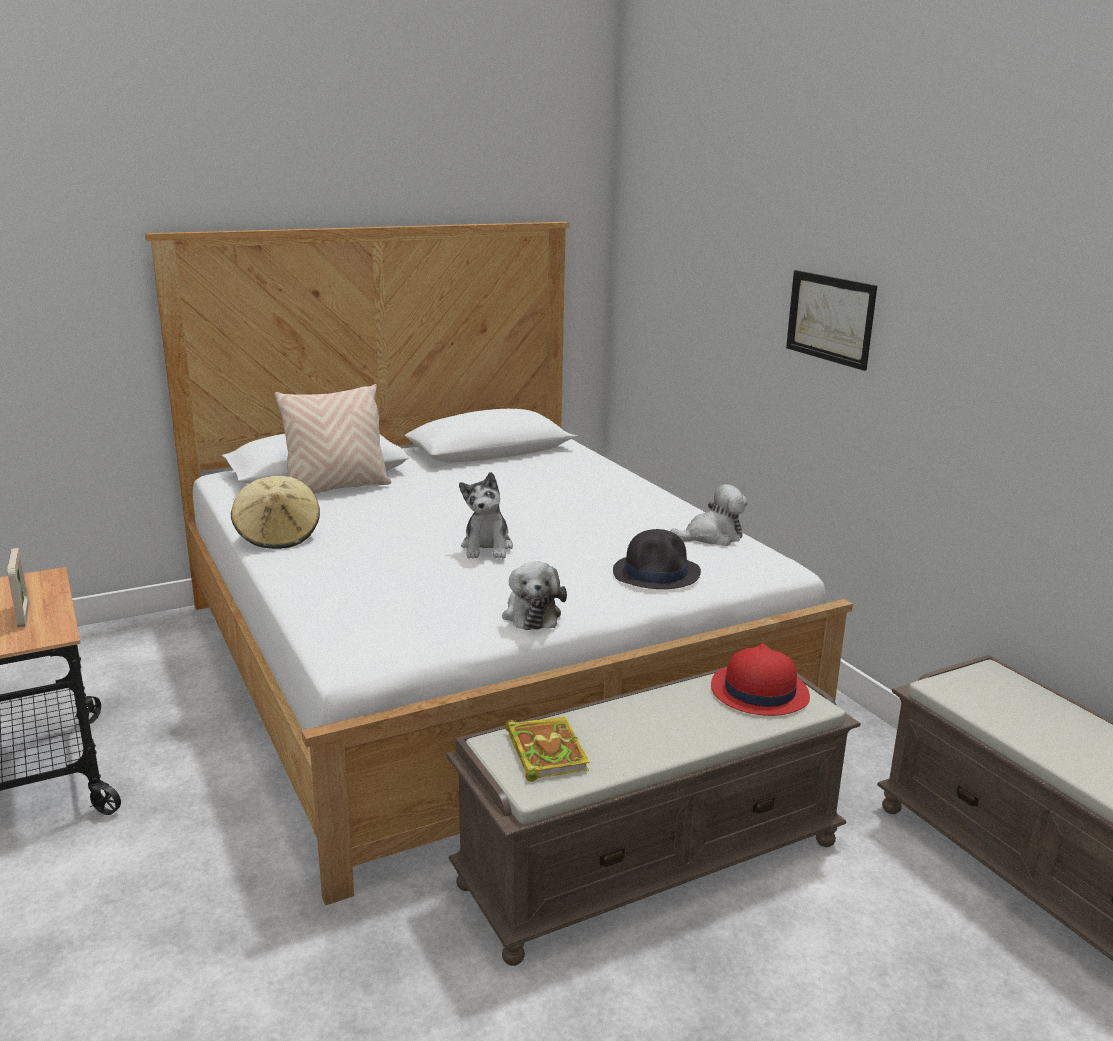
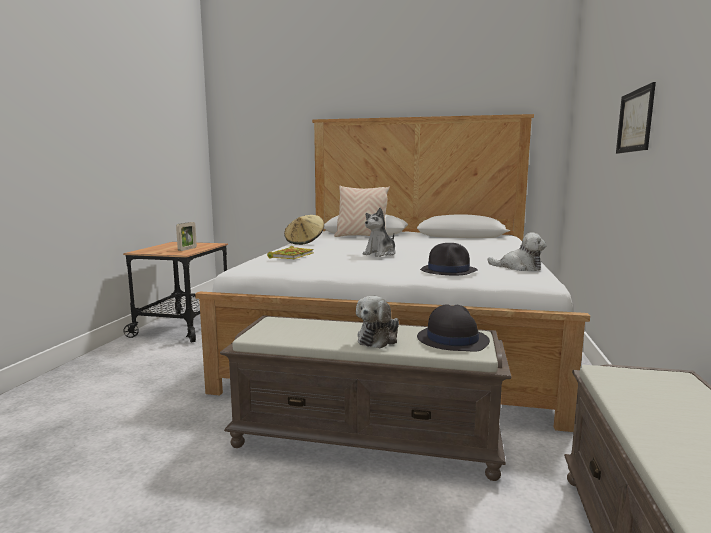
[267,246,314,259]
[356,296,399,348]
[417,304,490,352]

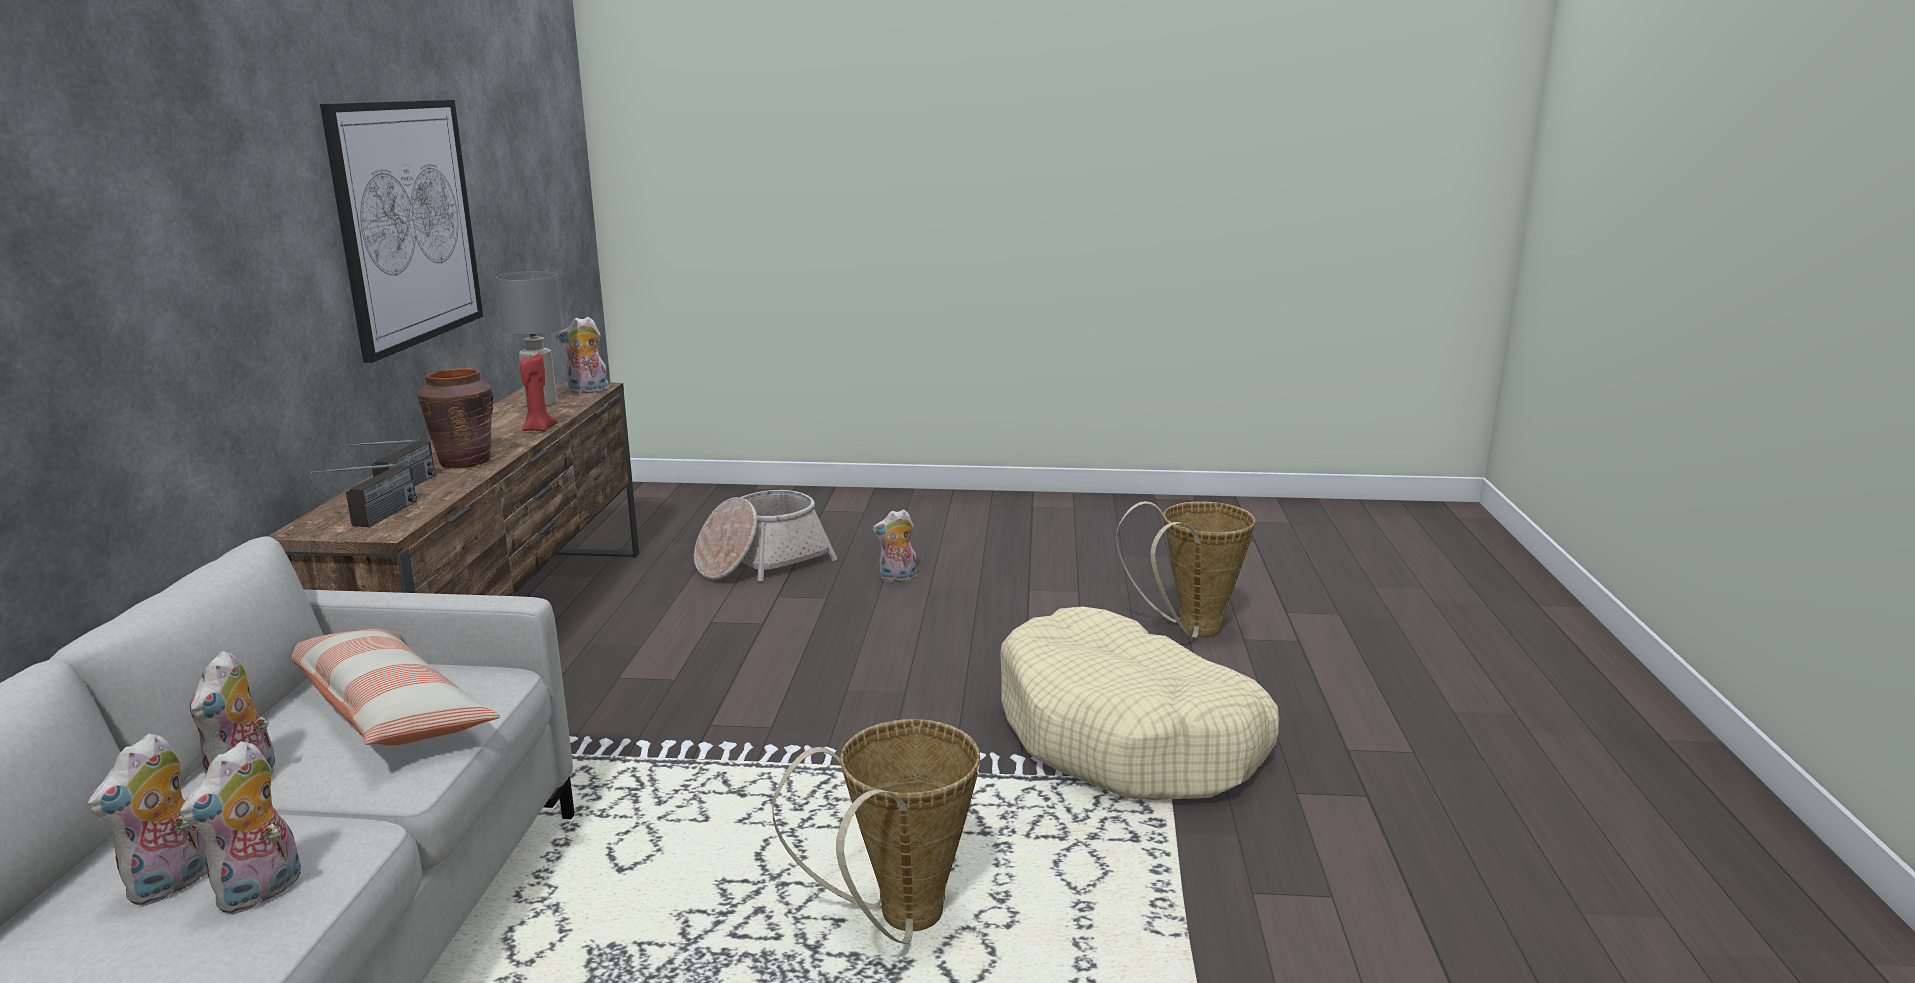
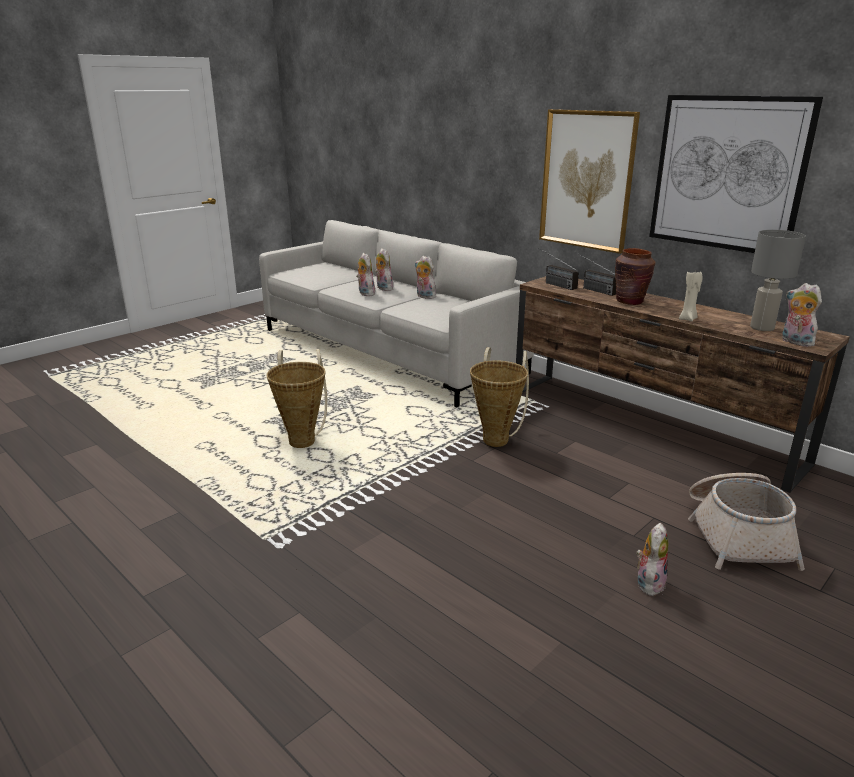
[470,347,529,447]
[539,109,640,254]
[679,270,702,322]
[782,283,822,347]
[292,628,500,746] (first image)
[1000,607,1279,800] (first image)

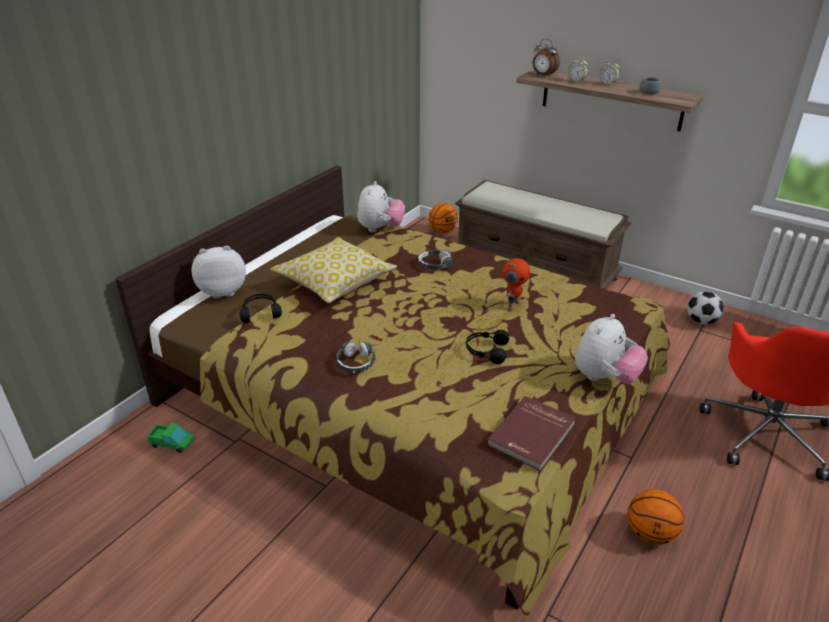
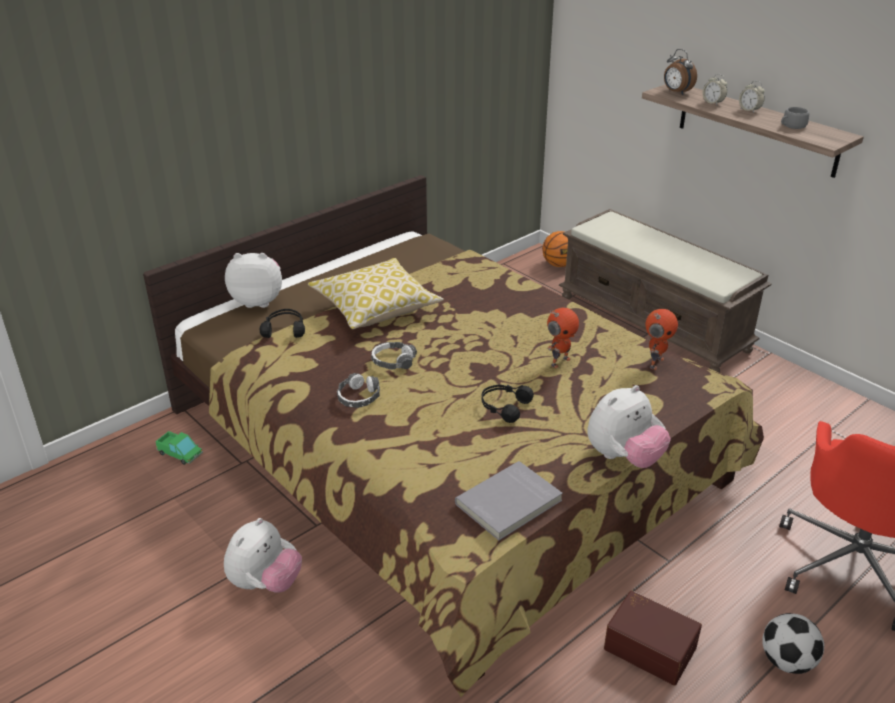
[224,518,302,593]
[371,342,417,370]
[455,461,563,540]
[604,591,702,686]
[645,309,678,370]
[762,613,824,674]

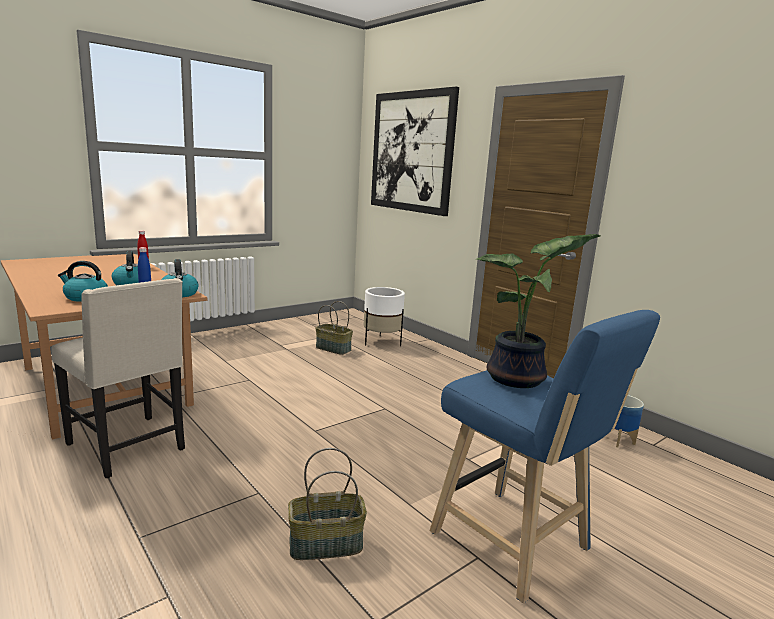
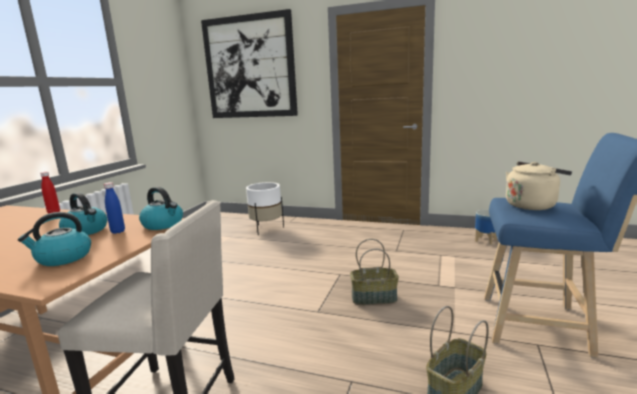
[350,239,399,305]
[506,162,572,210]

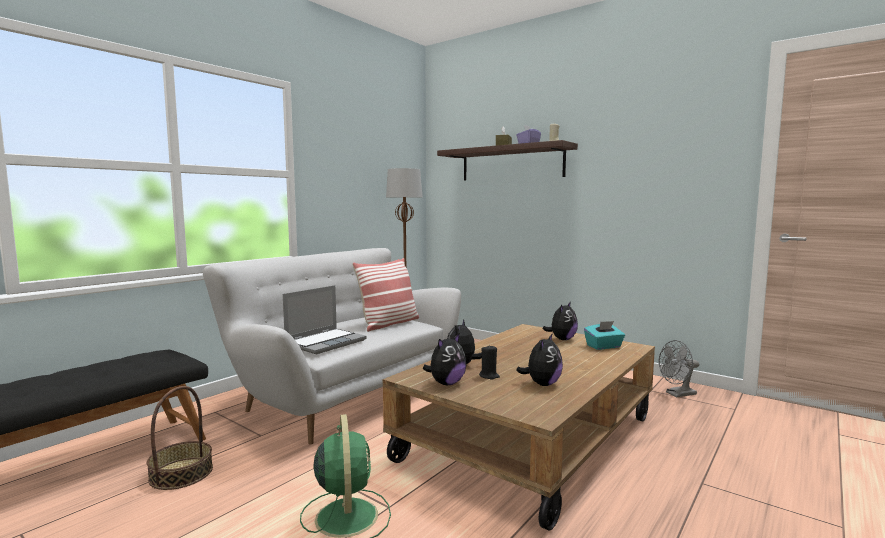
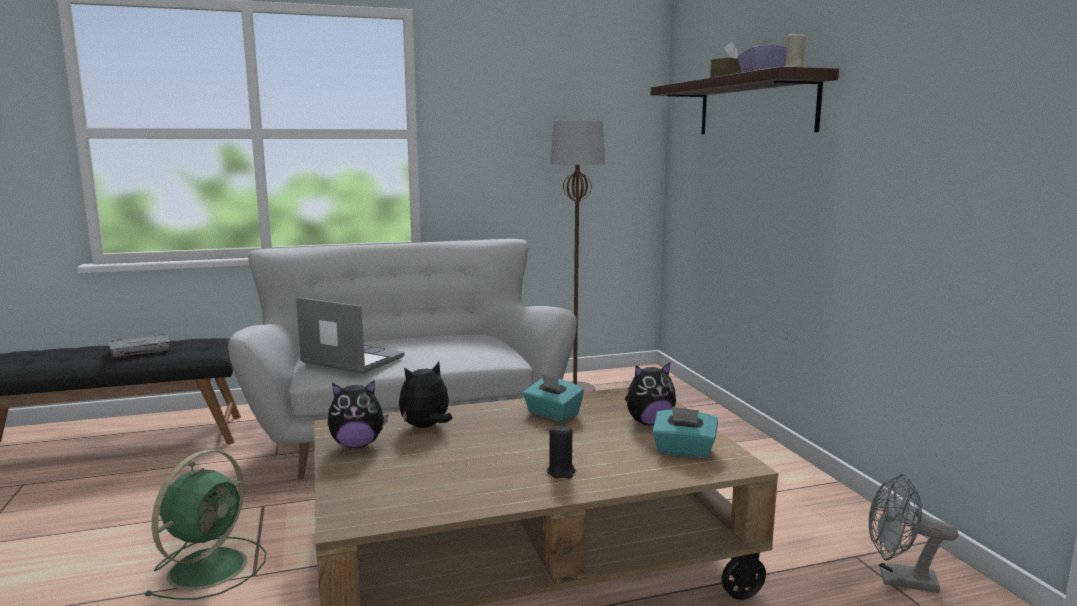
[109,334,171,358]
[296,297,405,374]
[523,373,584,422]
[547,424,576,479]
[147,386,213,490] (first image)
[352,258,419,332] (first image)
[516,333,563,386] (first image)

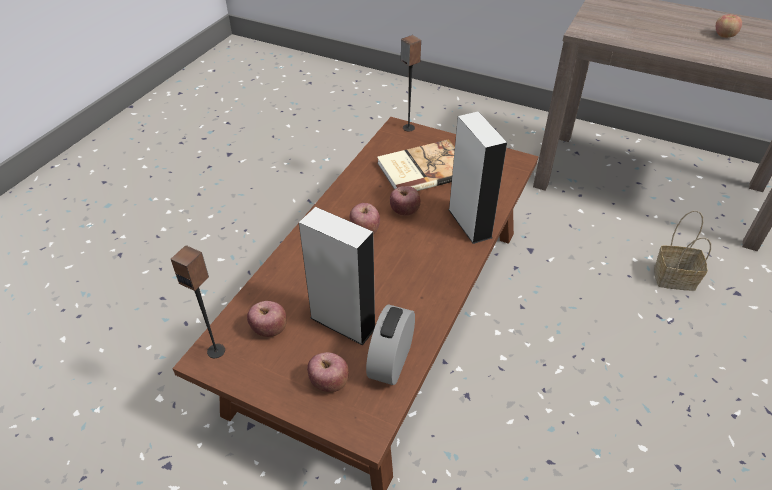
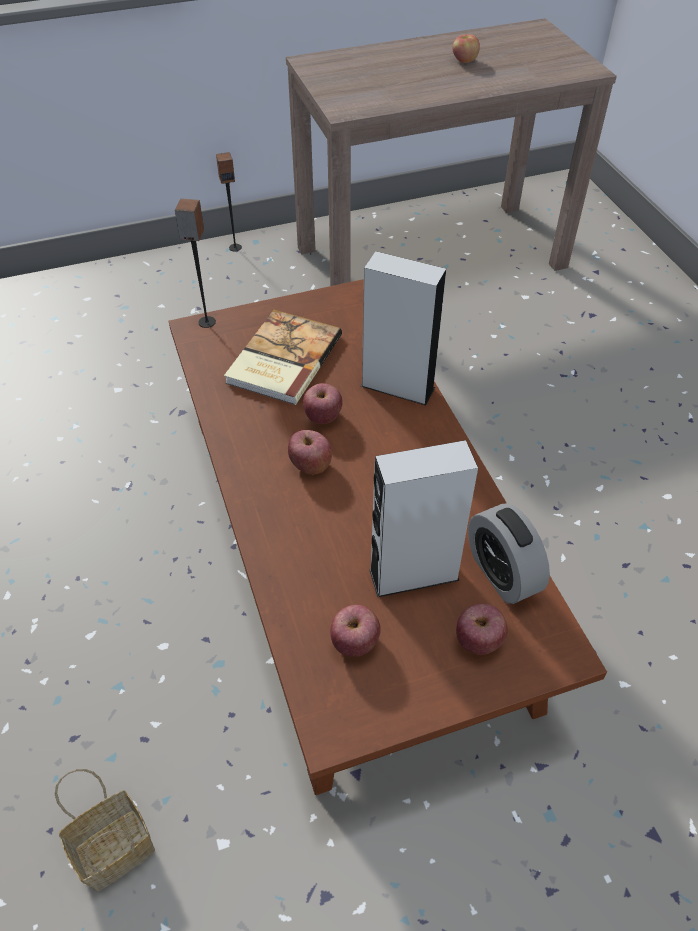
[55,769,155,892]
[216,152,242,251]

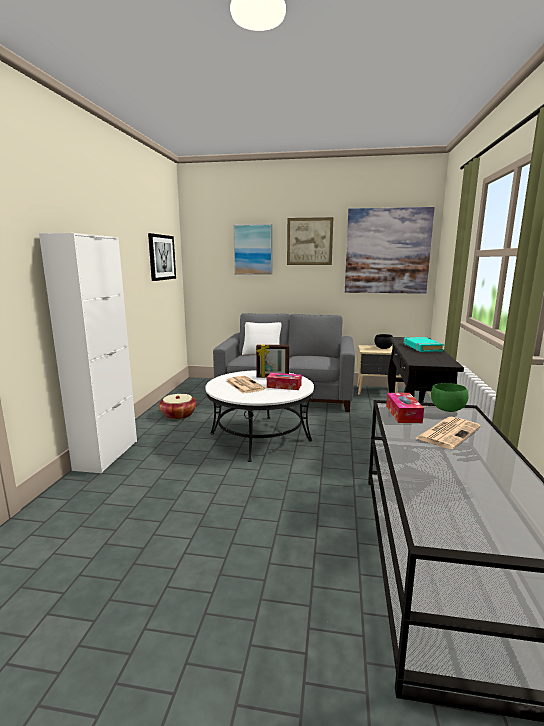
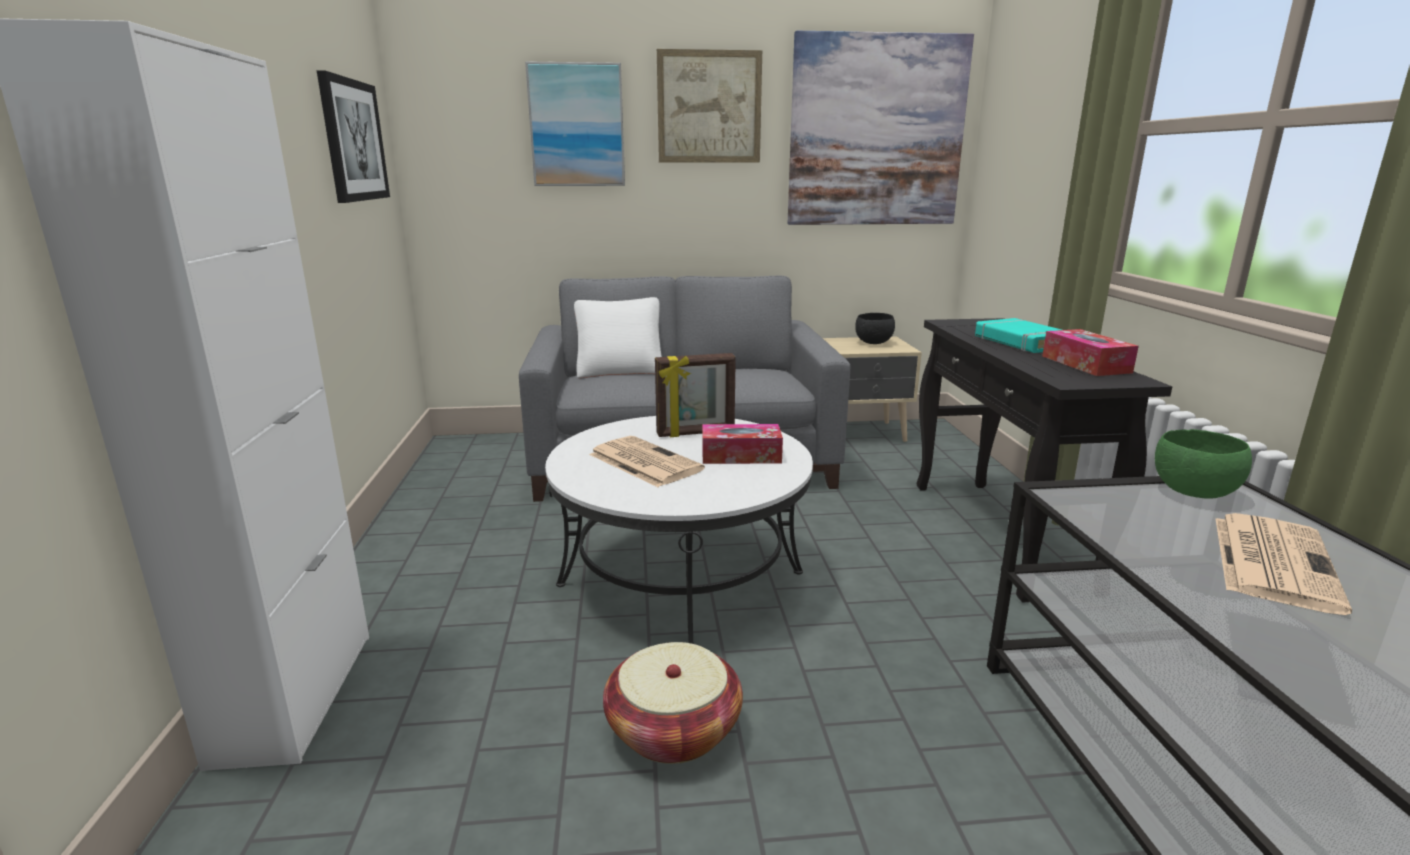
[603,642,743,764]
[1042,329,1139,376]

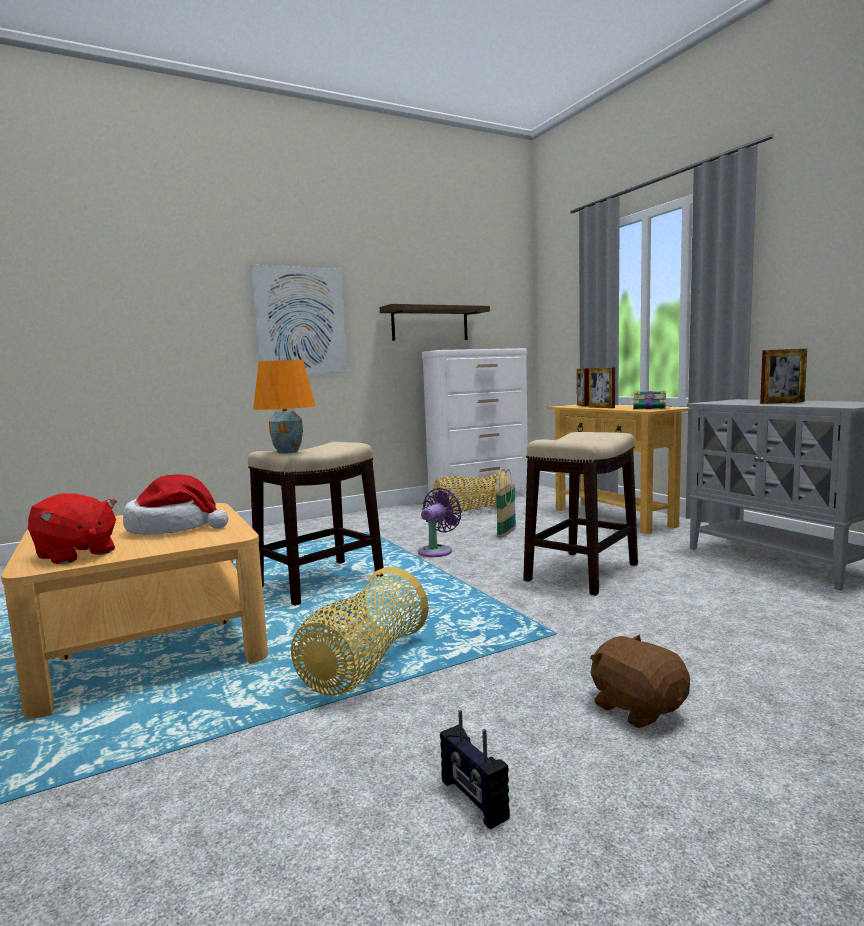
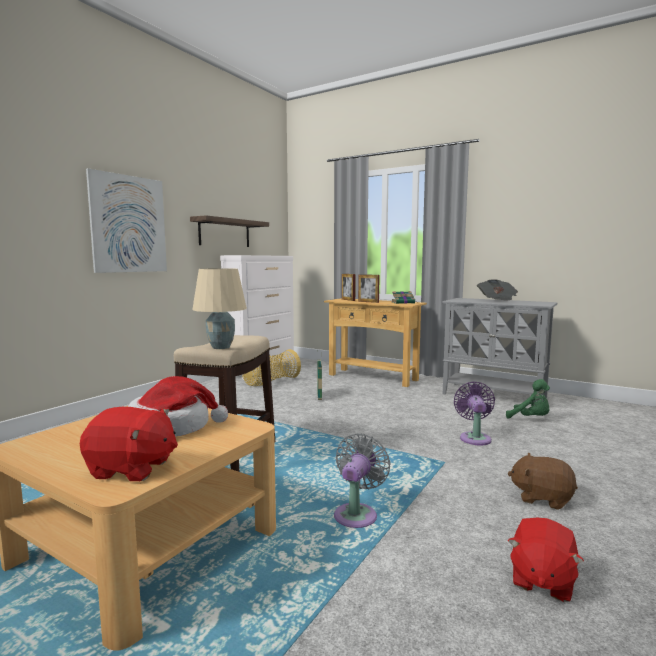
[192,268,247,349]
[334,433,391,528]
[454,381,495,445]
[477,279,518,300]
[506,379,550,418]
[508,518,584,602]
[523,432,638,596] (first image)

